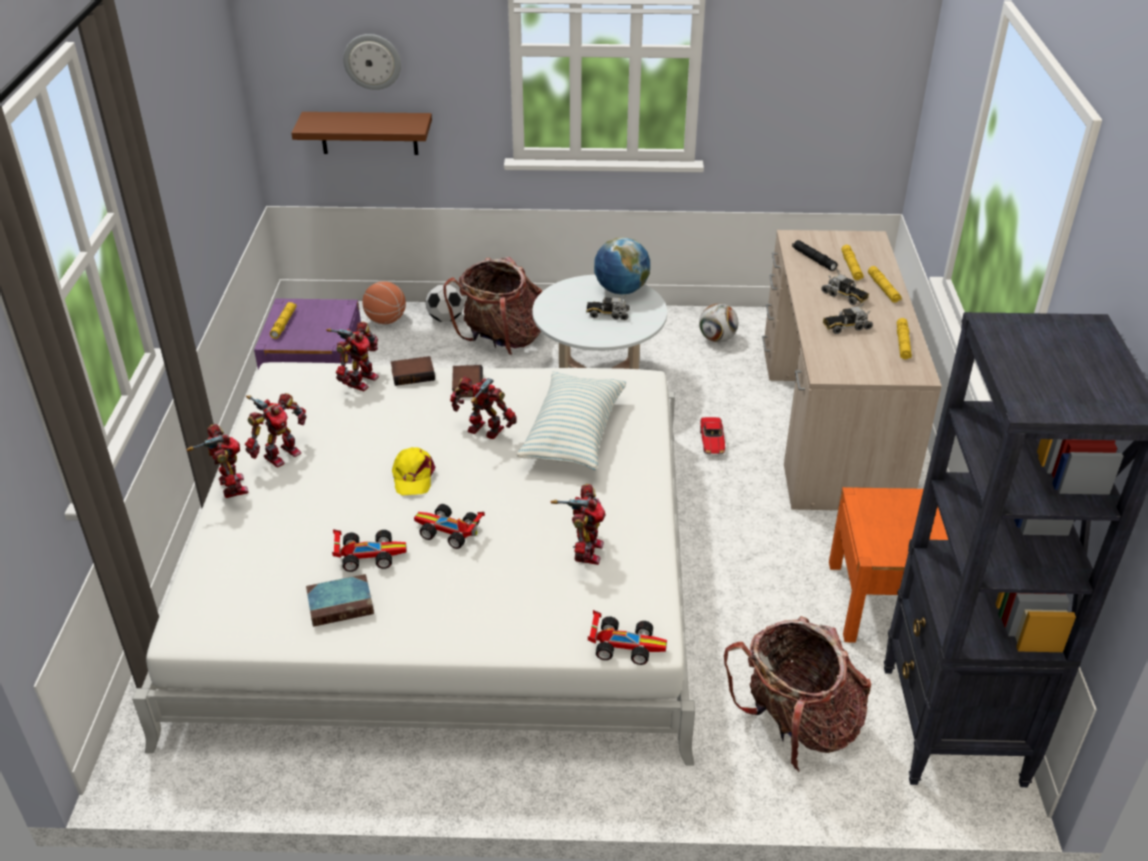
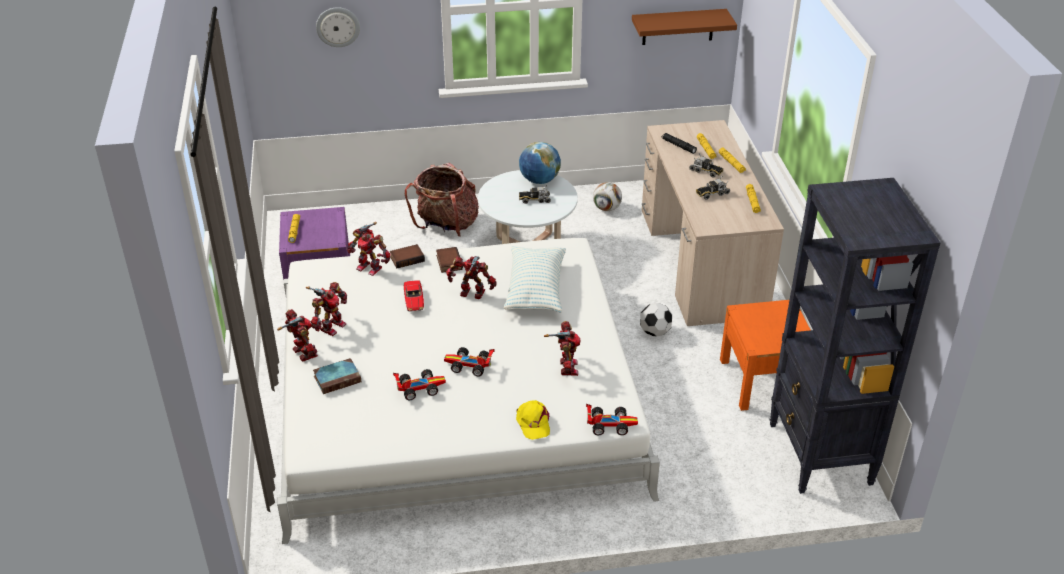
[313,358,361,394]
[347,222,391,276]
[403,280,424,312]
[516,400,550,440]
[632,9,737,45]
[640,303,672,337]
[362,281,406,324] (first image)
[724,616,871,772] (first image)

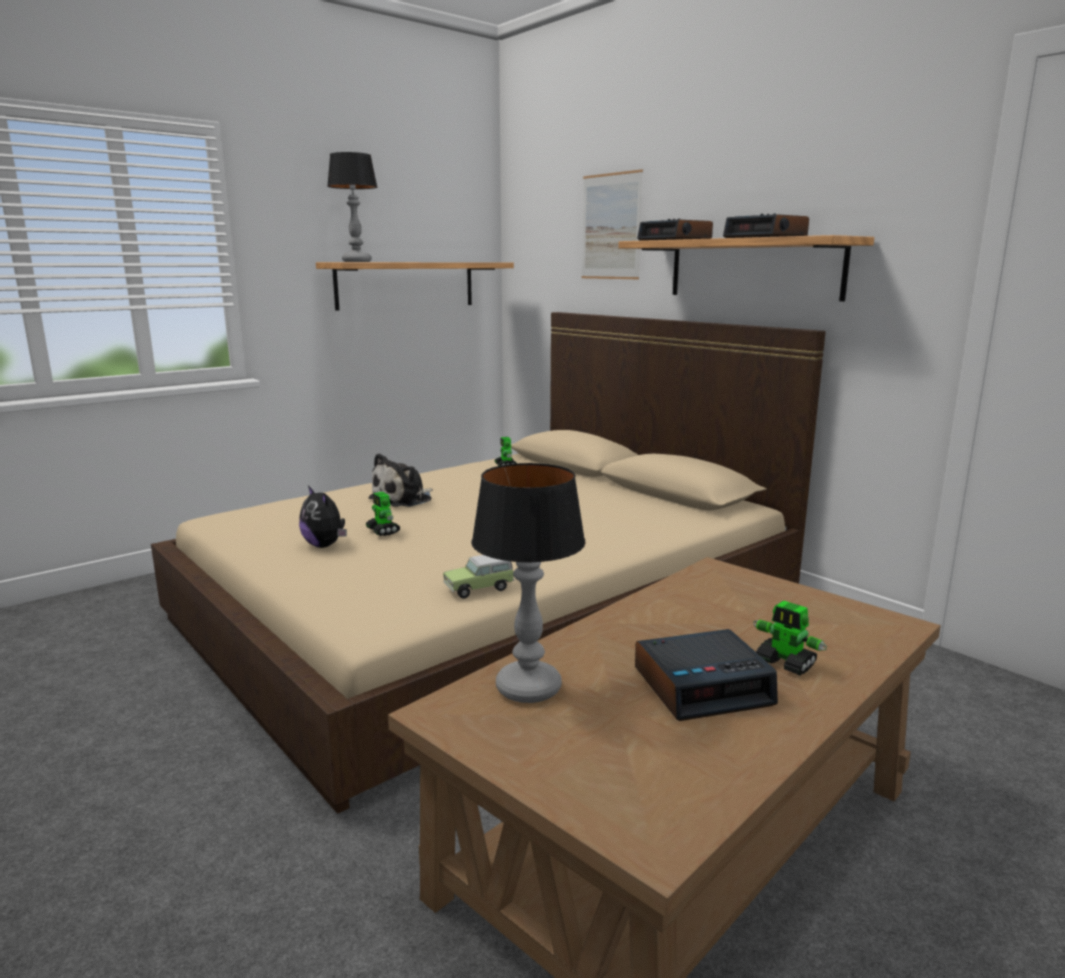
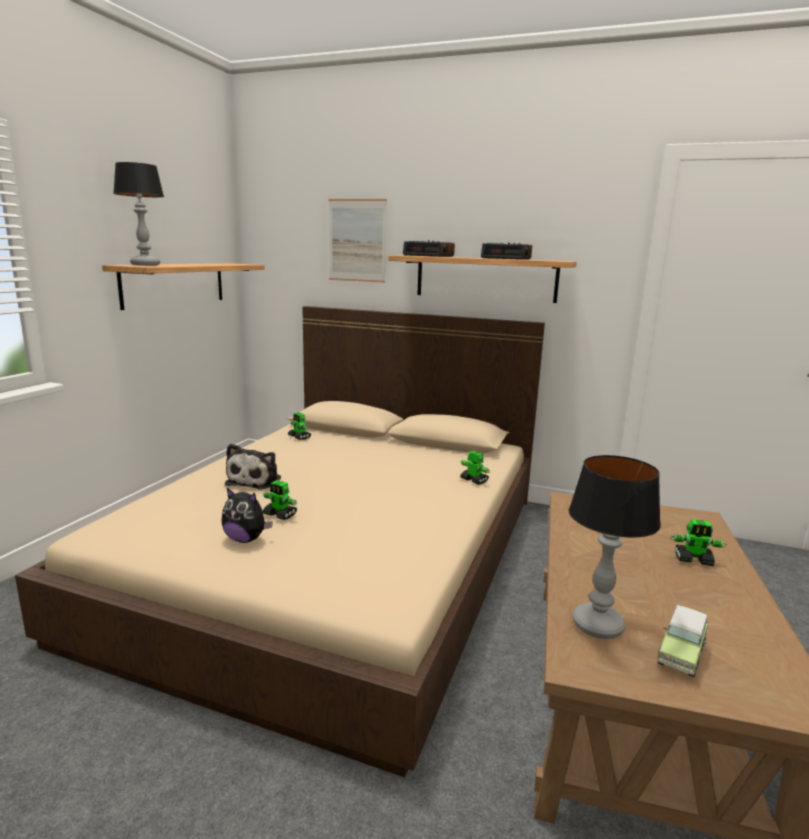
[460,451,490,485]
[657,605,708,677]
[635,629,778,721] (first image)

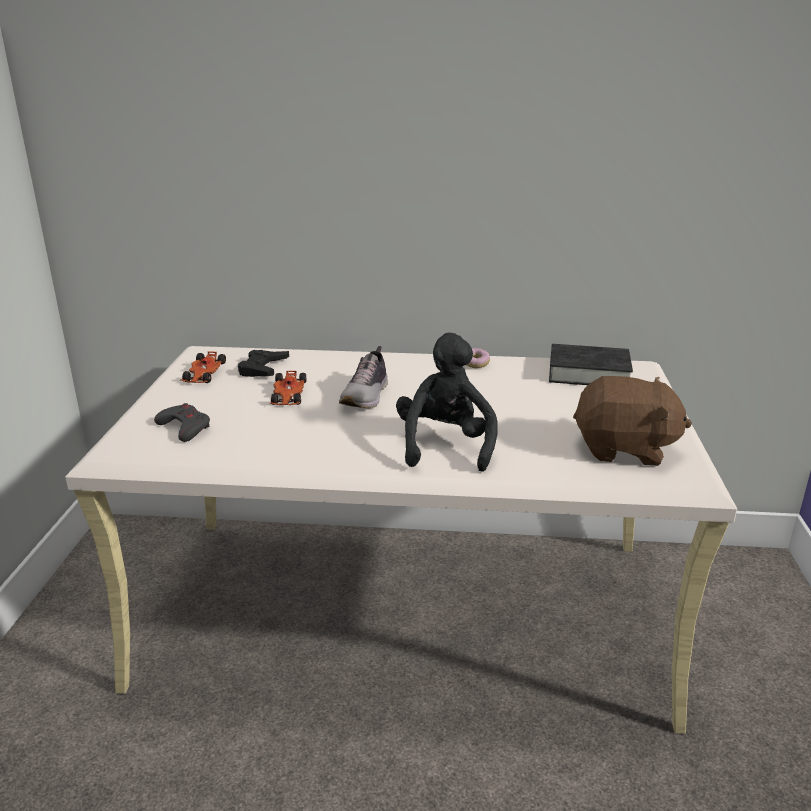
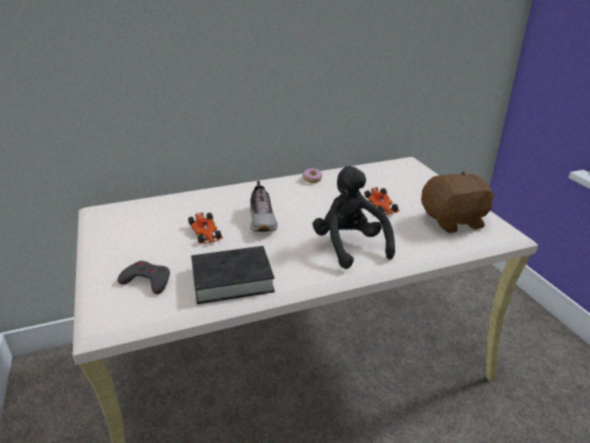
[191,246,275,304]
[365,187,400,214]
[238,350,289,377] (first image)

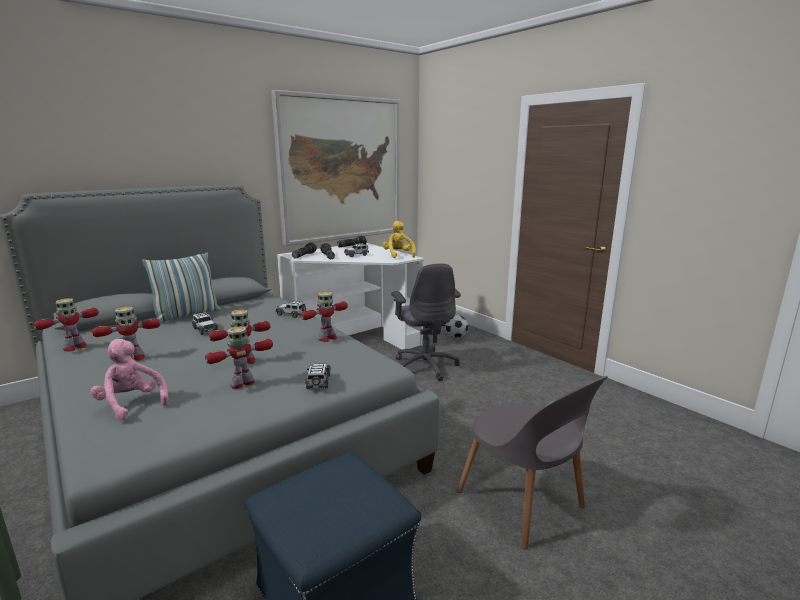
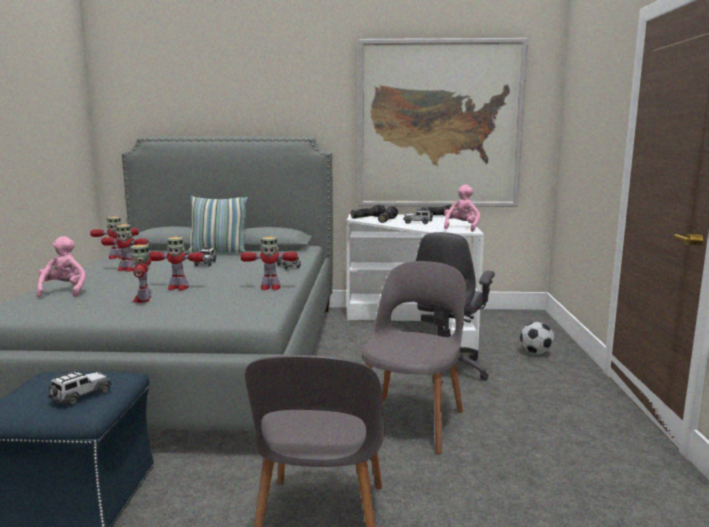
[48,370,112,406]
[131,244,152,303]
[362,261,466,454]
[444,184,480,232]

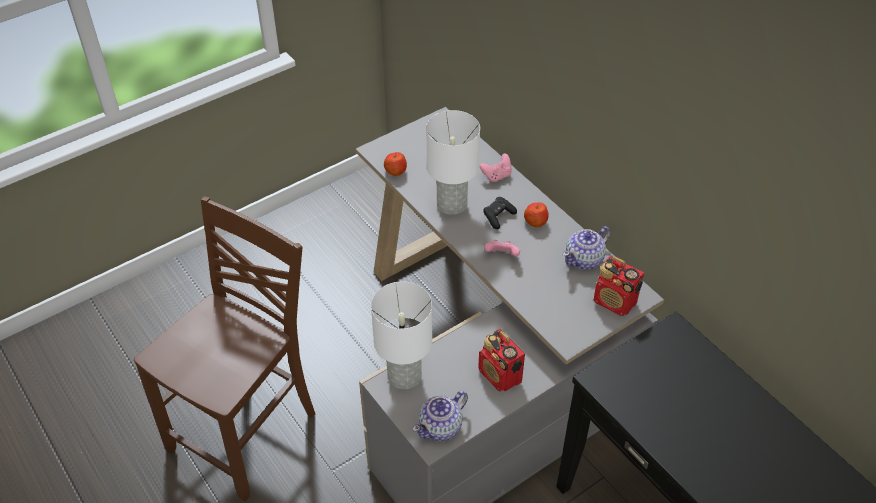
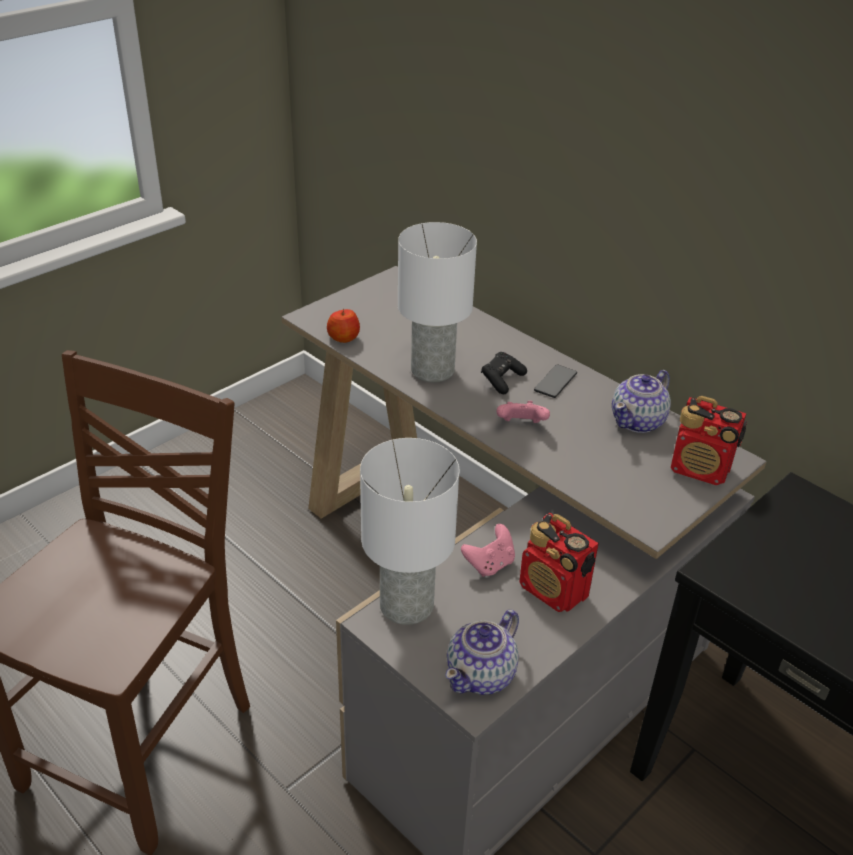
[461,524,515,577]
[534,365,577,398]

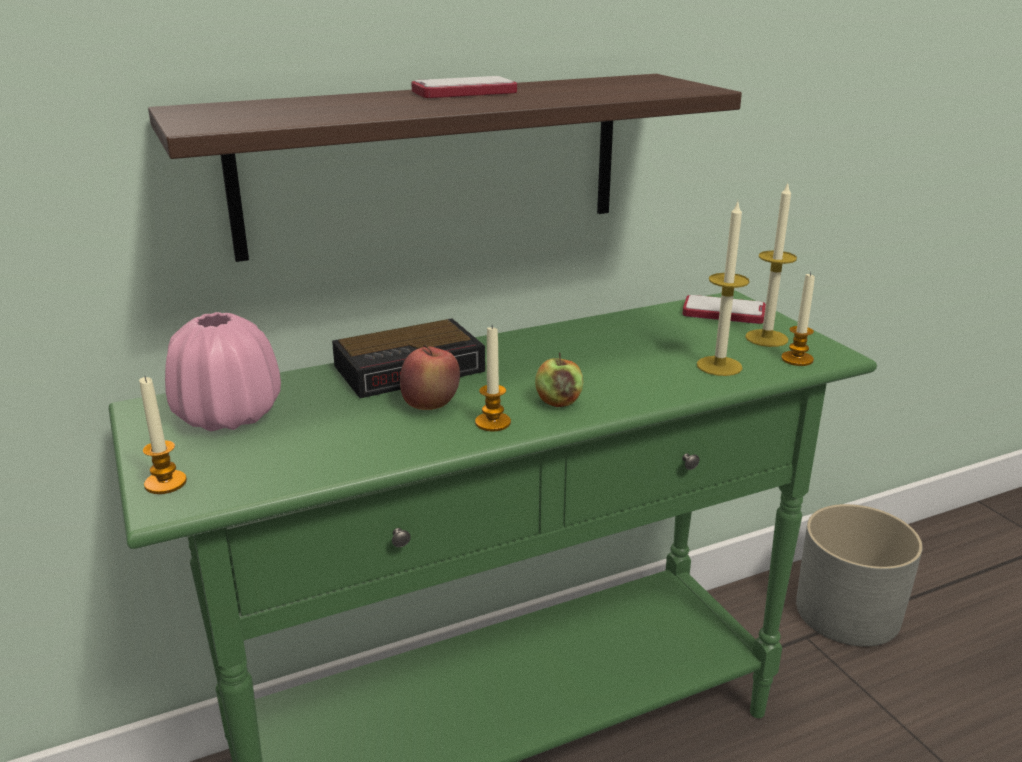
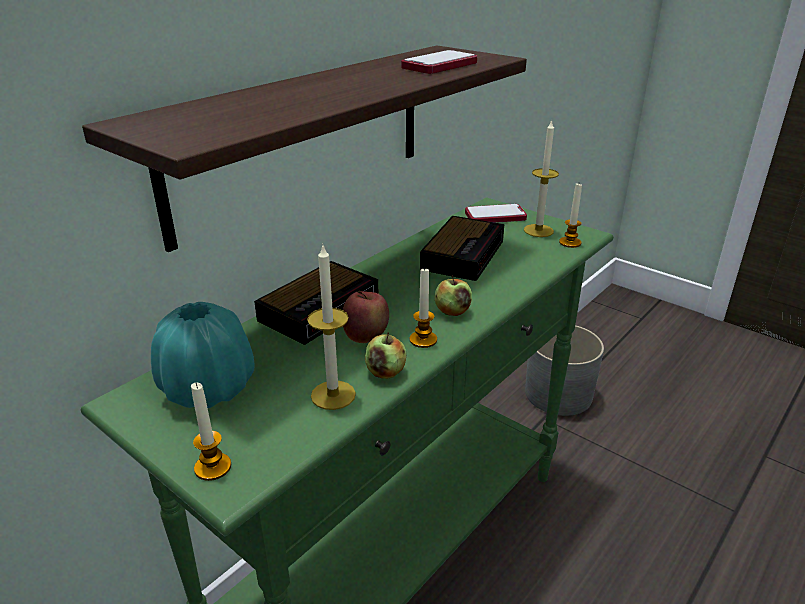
[151,302,255,408]
[307,243,356,410]
[365,332,406,379]
[401,50,477,74]
[420,216,504,281]

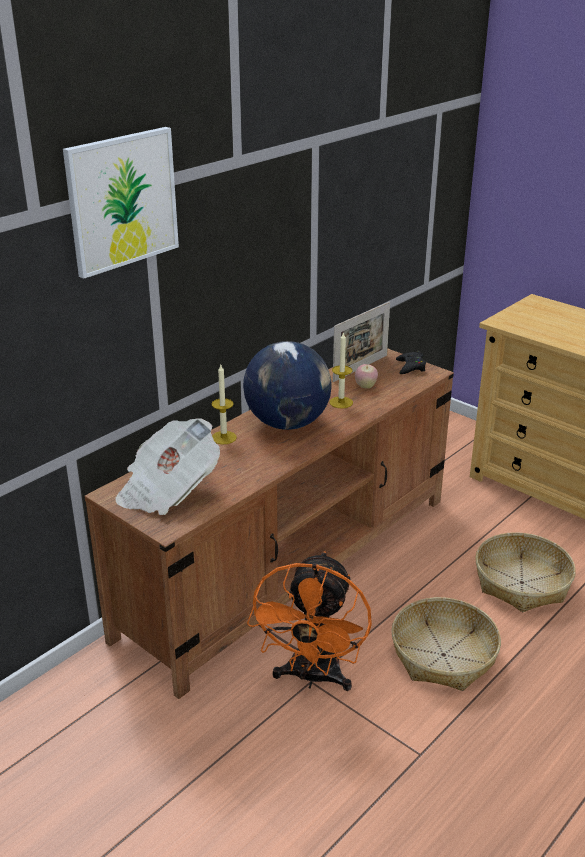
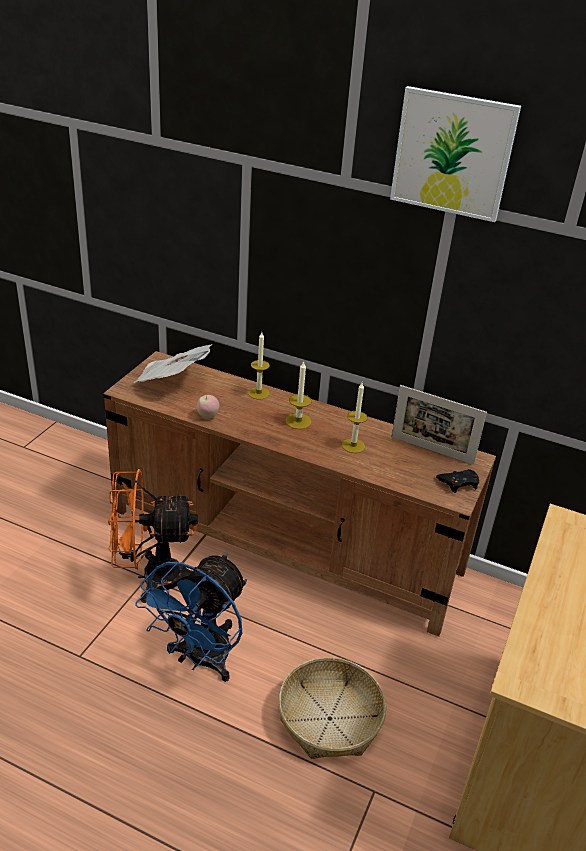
[135,554,247,682]
[197,395,219,419]
[285,361,312,429]
[390,86,521,222]

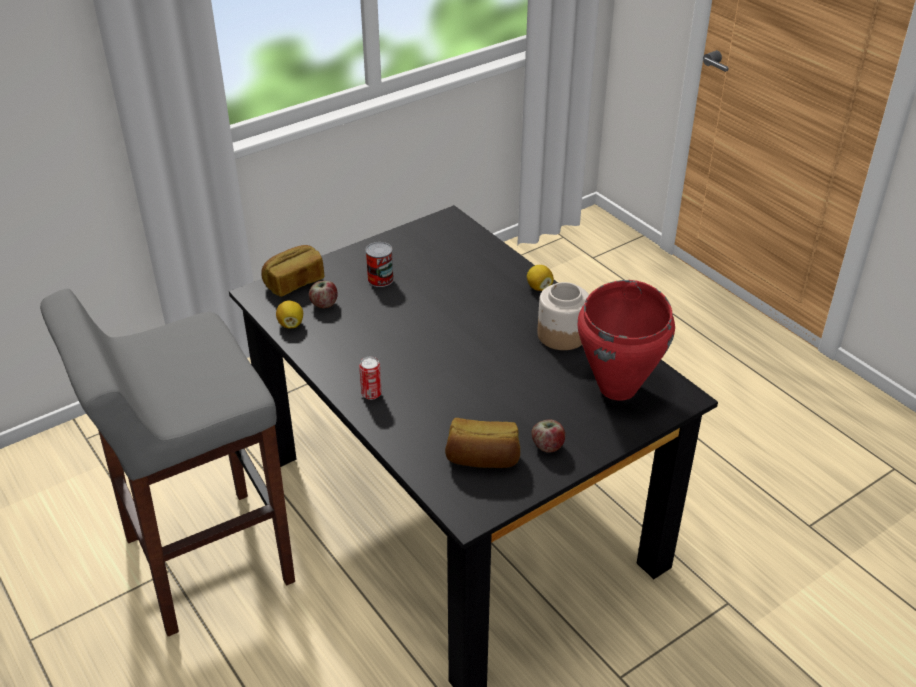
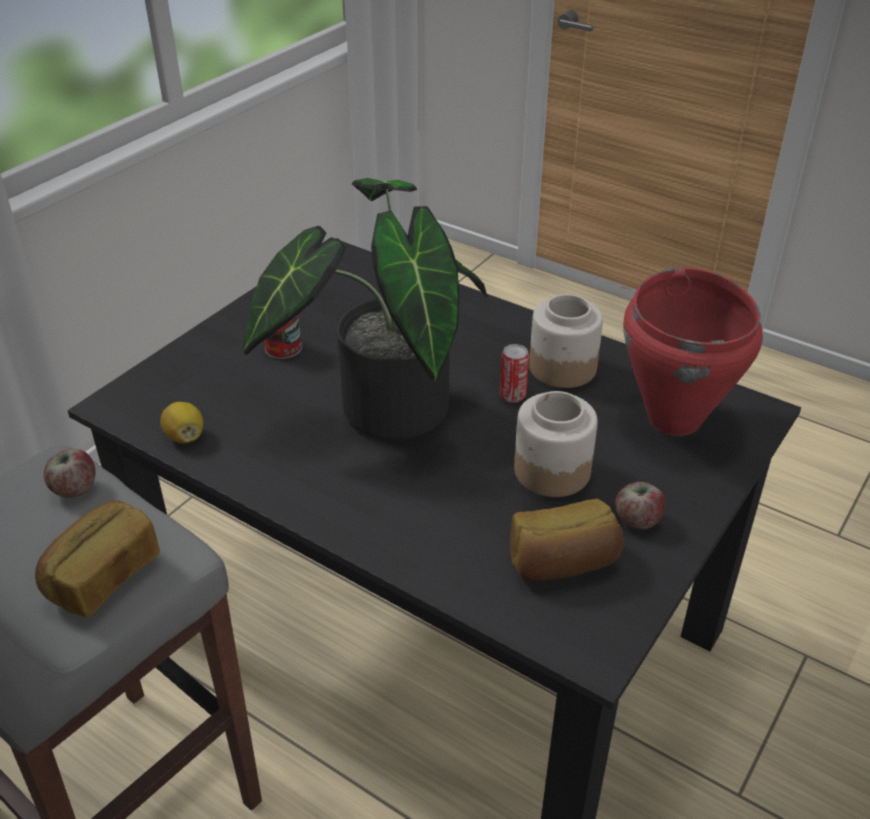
[35,500,160,617]
[44,449,96,498]
[243,178,487,440]
[500,344,529,402]
[514,391,598,497]
[527,265,554,291] (first image)

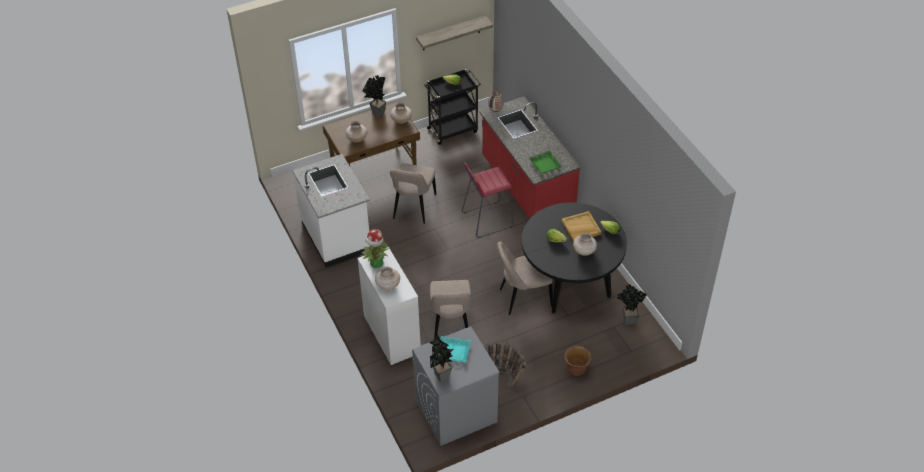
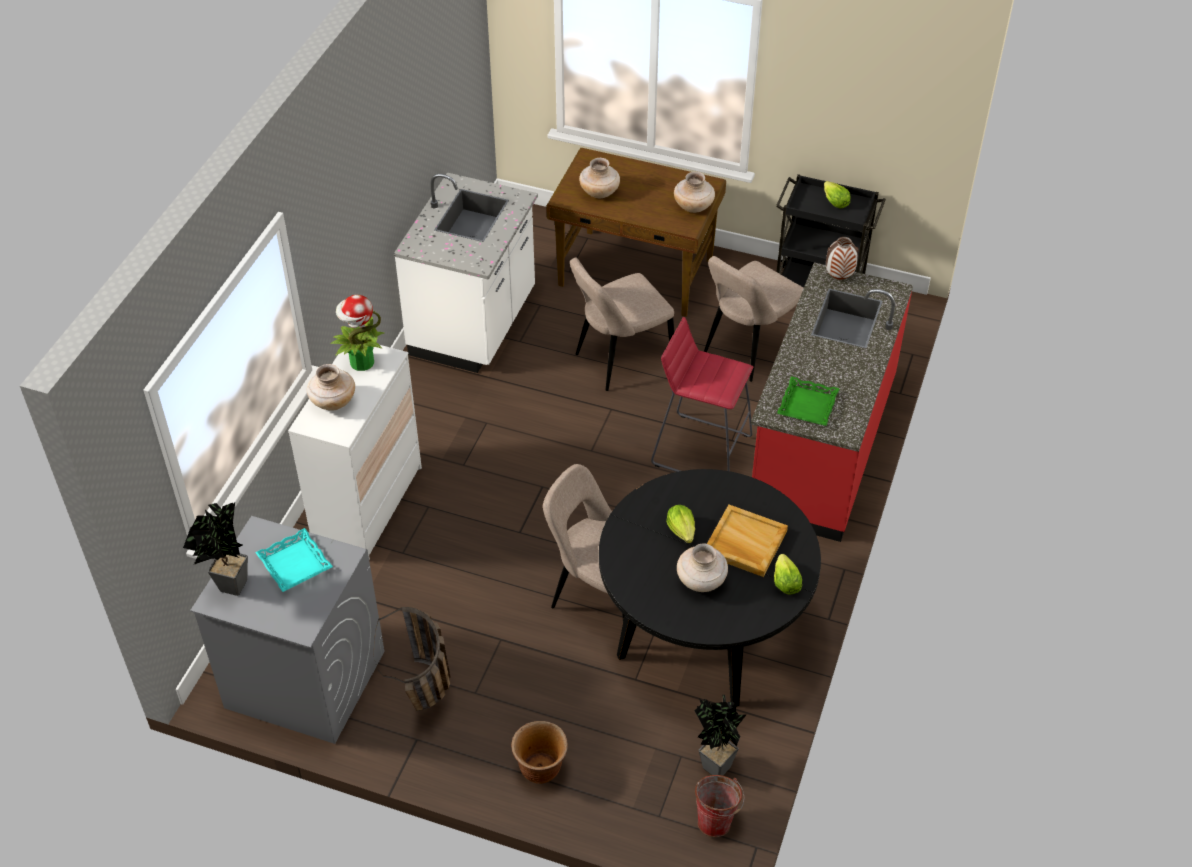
[695,775,745,837]
[704,256,804,382]
[362,75,386,117] (first image)
[416,16,493,50] (first image)

